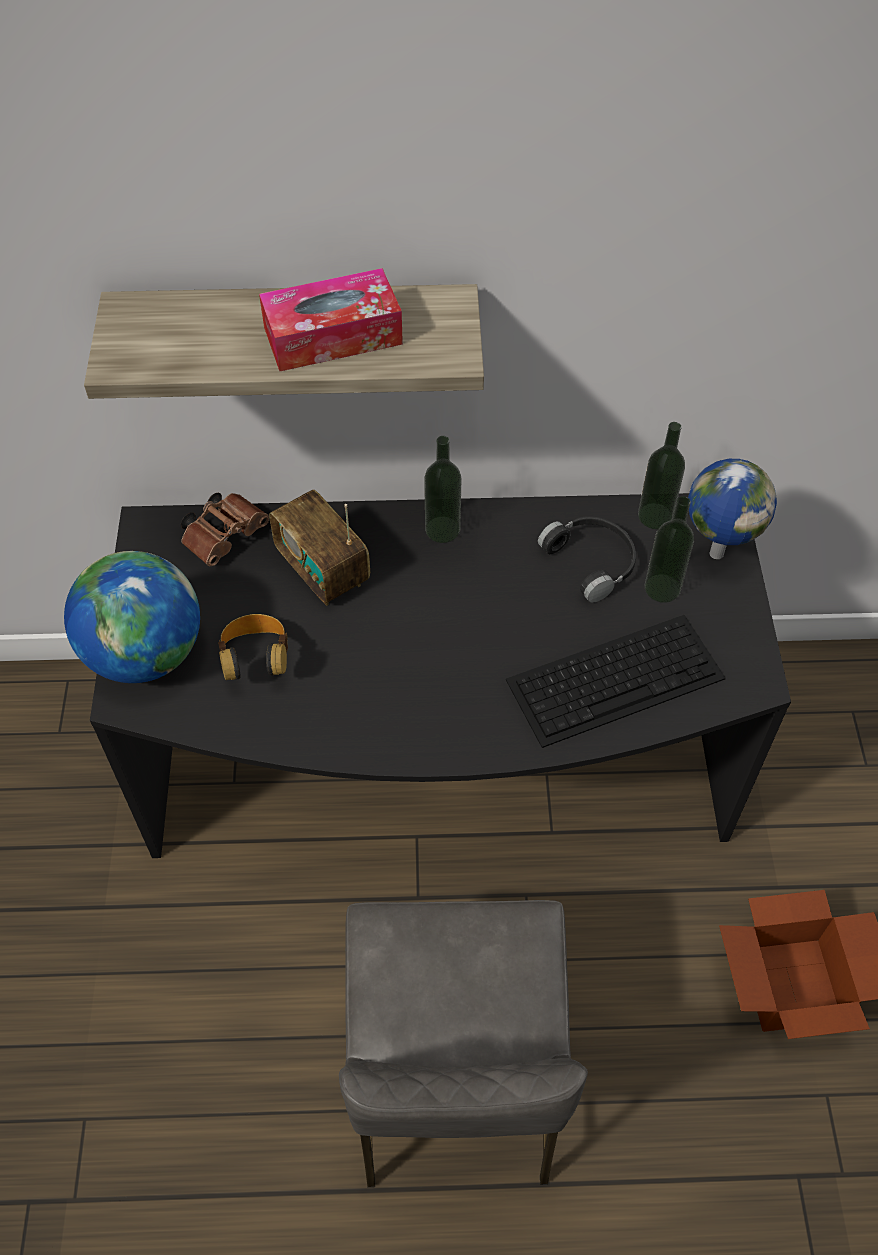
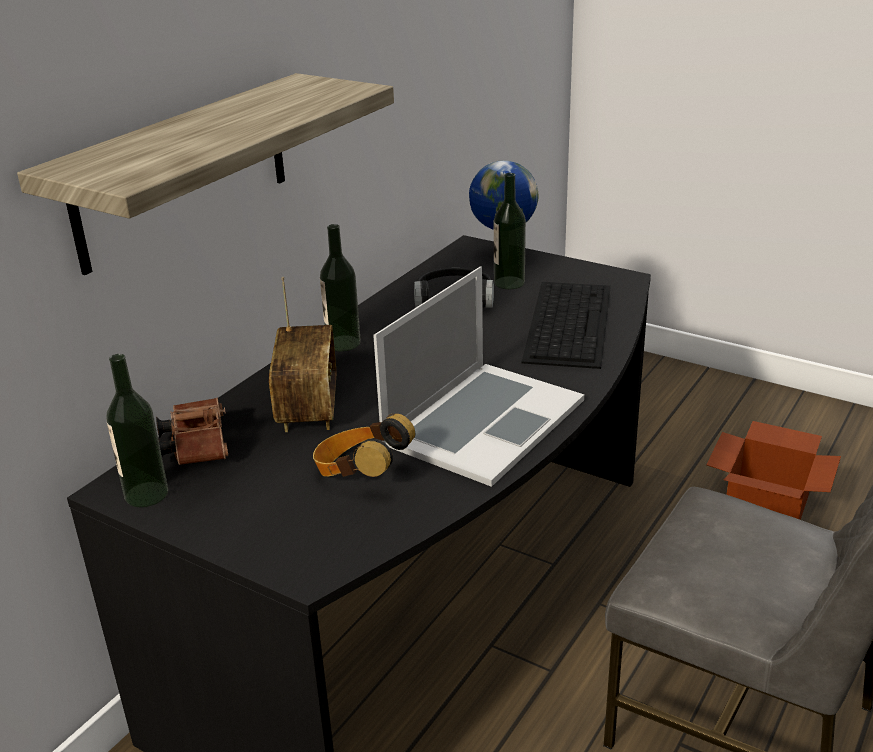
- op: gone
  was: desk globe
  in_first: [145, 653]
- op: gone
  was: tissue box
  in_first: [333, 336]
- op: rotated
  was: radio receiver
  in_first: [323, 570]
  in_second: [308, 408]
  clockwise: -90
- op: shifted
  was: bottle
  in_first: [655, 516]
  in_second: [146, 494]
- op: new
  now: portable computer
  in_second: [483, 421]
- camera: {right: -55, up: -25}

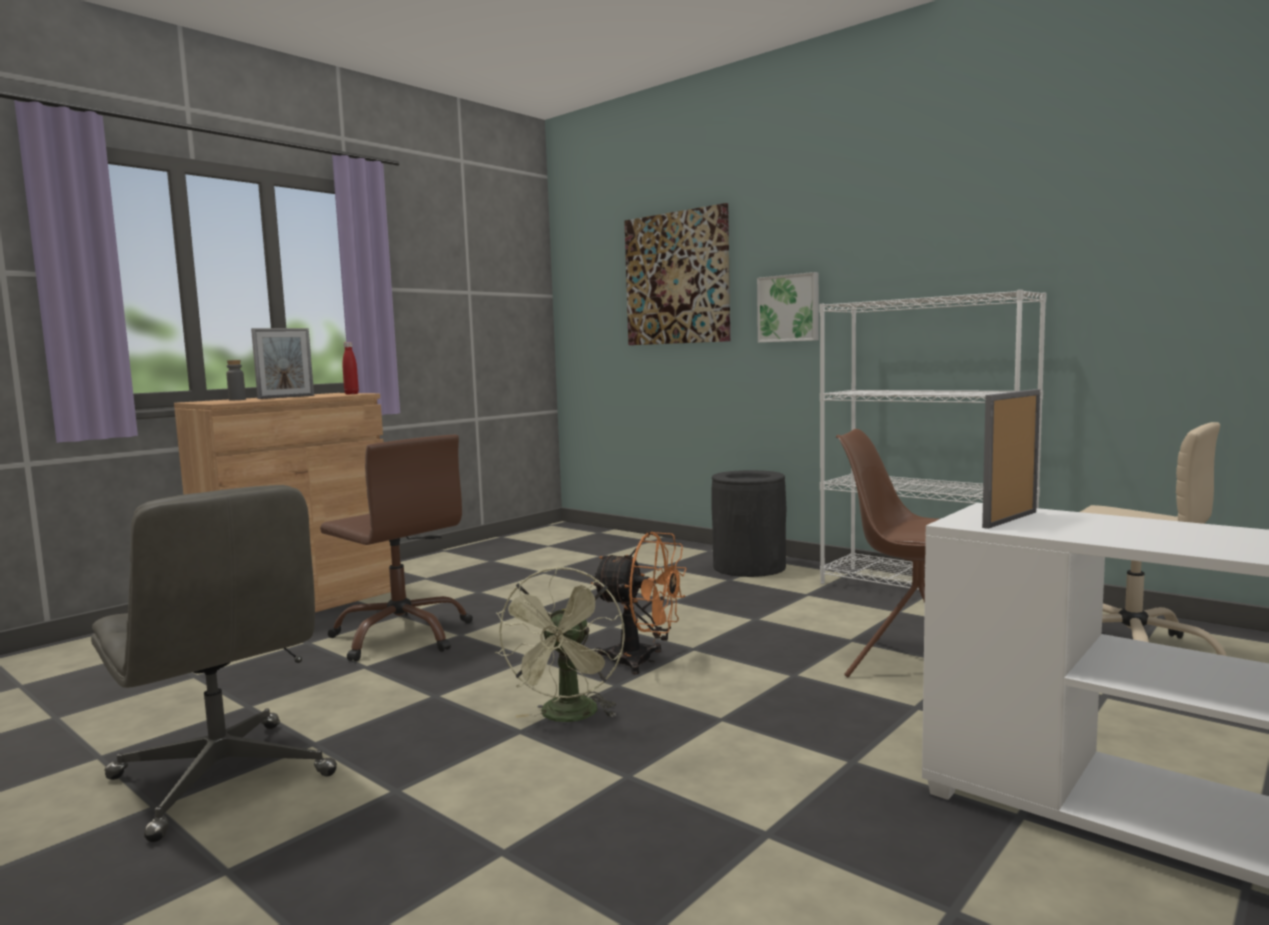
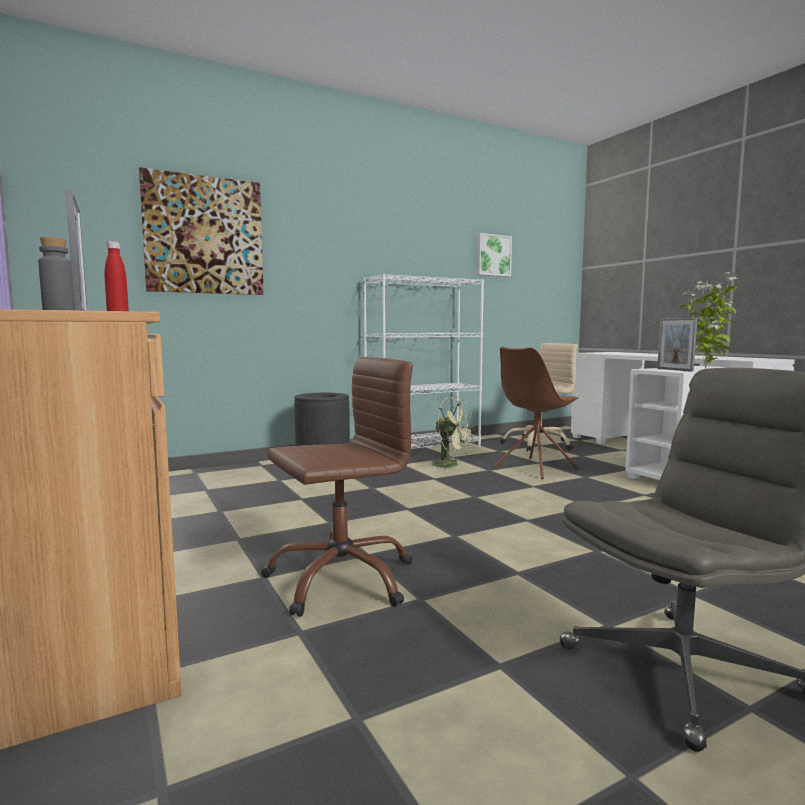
- op: shifted
  was: cooling fan/greenish
  in_first: [568, 717]
  in_second: [451, 465]
- op: gone
  was: cooling fan/orange-coloured
  in_first: [642, 661]
- op: shifted
  was: wall art
  in_first: [789, 308]
  in_second: [492, 255]
- op: new
  now: potted plant
  in_second: [705, 368]
- camera: {right: -70, up: 0}

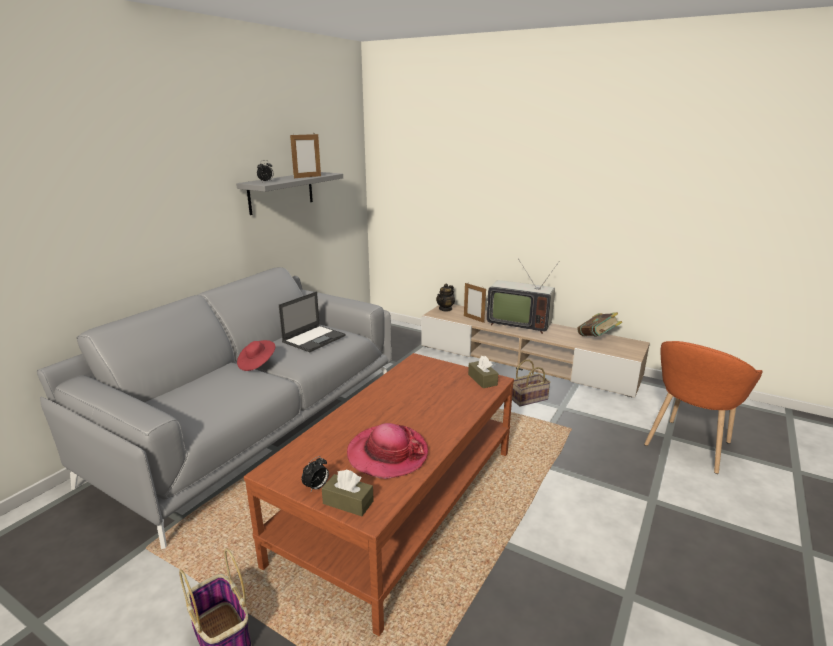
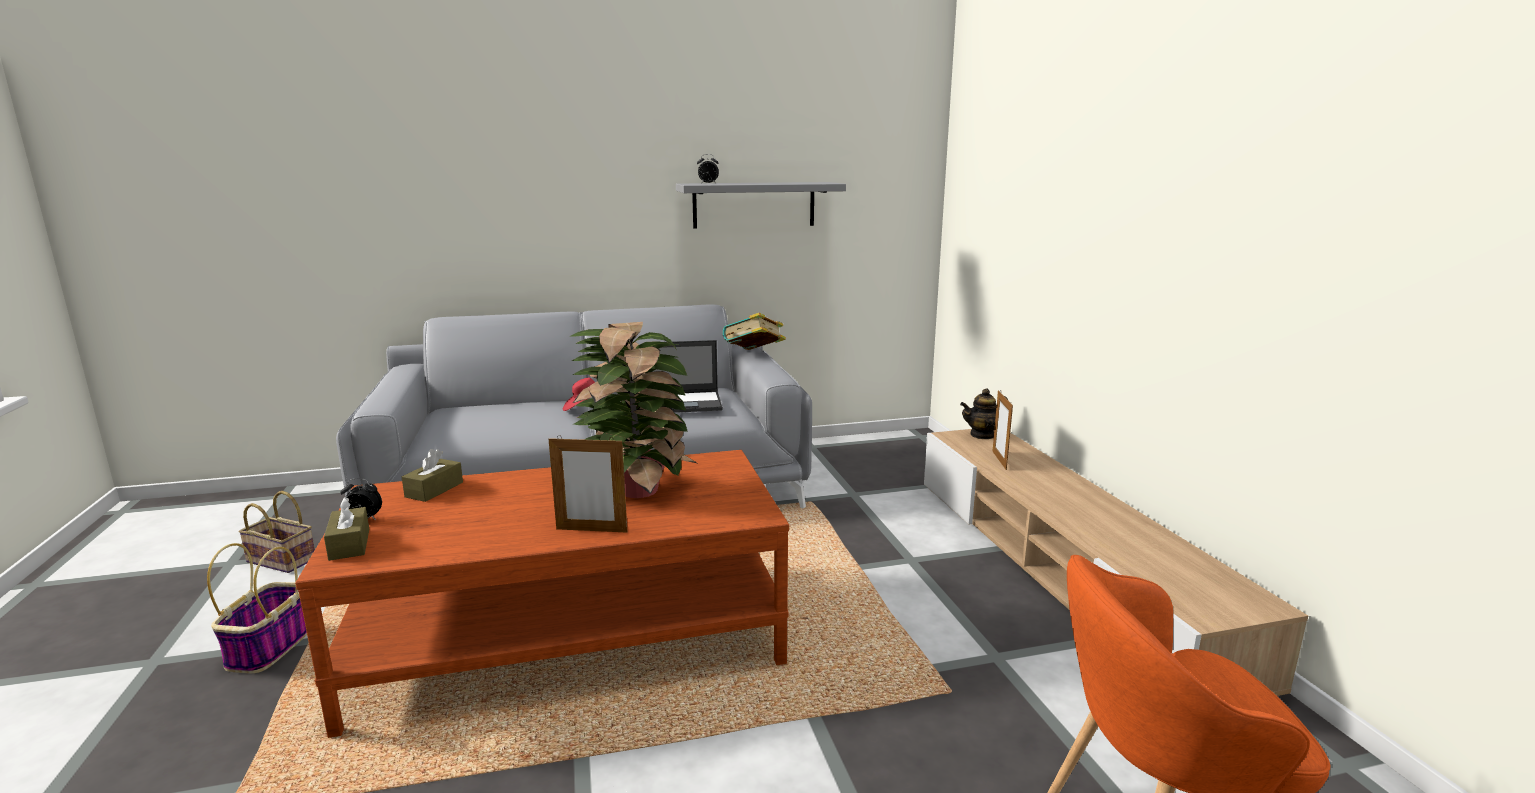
- op: shifted
  was: photo frame
  in_first: [307, 177]
  in_second: [591, 530]
- op: gone
  was: hat
  in_first: [387, 454]
- op: shifted
  was: tissue box/brown
  in_first: [482, 380]
  in_second: [434, 489]
- op: gone
  was: TV
  in_first: [518, 324]
- op: shifted
  was: household basket
  in_first: [529, 398]
  in_second: [284, 560]
- op: shifted
  was: book
  in_first: [597, 338]
  in_second: [754, 355]
- op: new
  now: potted plant
  in_second: [637, 488]
- camera: {right: 45, up: -5}

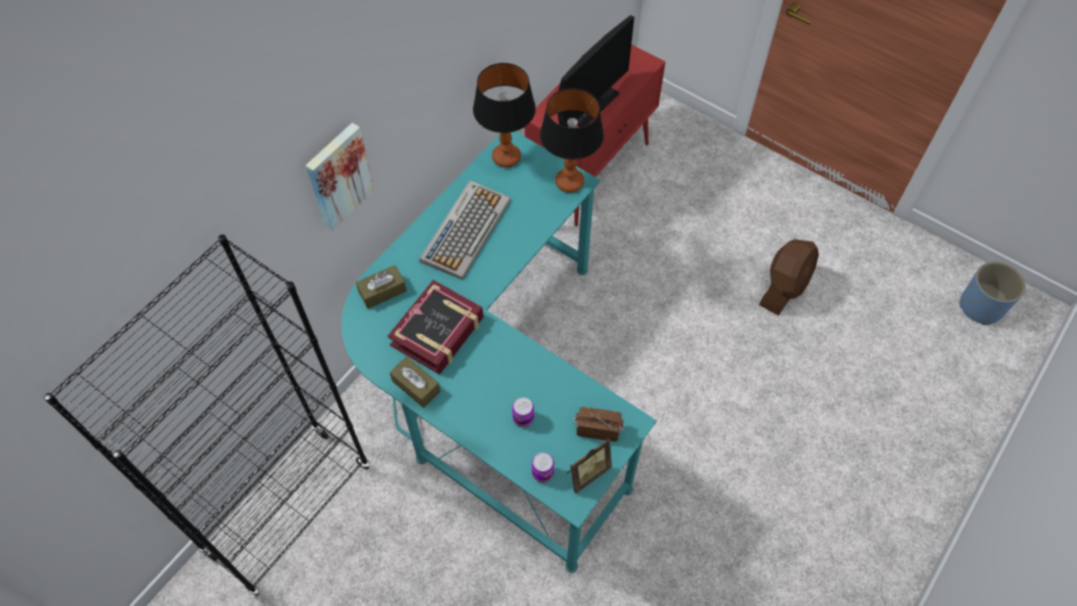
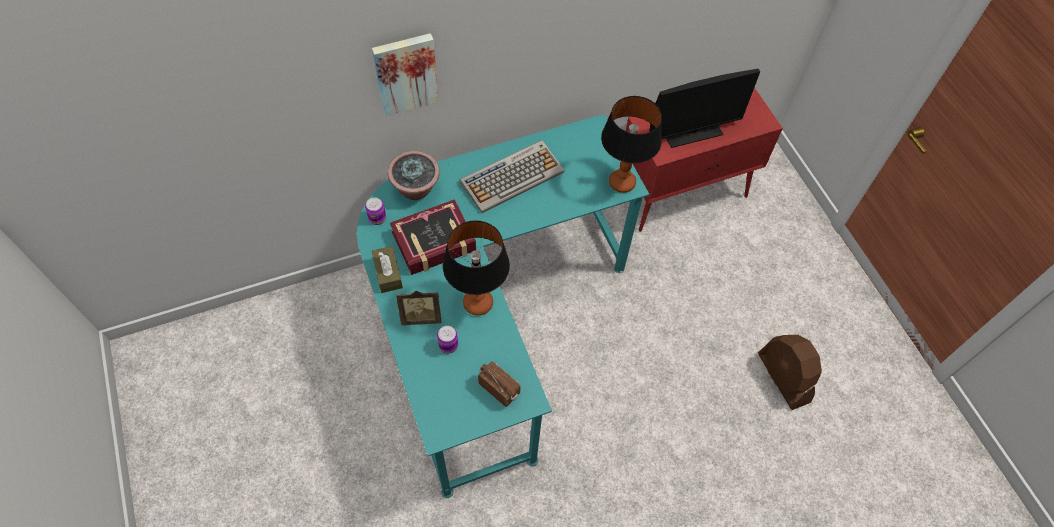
- op: gone
  was: bookcase/blackish
  in_first: [290, 509]
- op: swapped
  was: tissue box/brown
  now: potted plant
  in_first: [382, 291]
  in_second: [416, 189]
- op: shifted
  was: tabletop lamp
  in_first: [506, 157]
  in_second: [478, 303]
- op: shifted
  was: can
  in_first: [542, 473]
  in_second: [377, 218]
- op: shifted
  was: photo frame
  in_first: [586, 473]
  in_second: [421, 316]
- op: rotated
  was: cooling fan/brown
  in_first: [784, 287]
  in_second: [783, 378]
  clockwise: 90
- op: gone
  was: planter/bluish
  in_first: [981, 307]
- camera: {right: 30, up: 0}

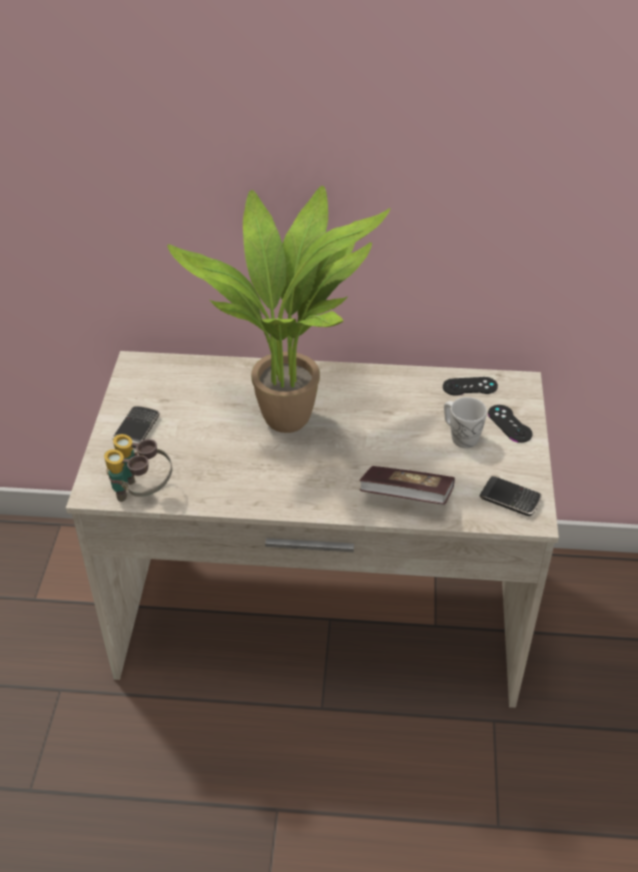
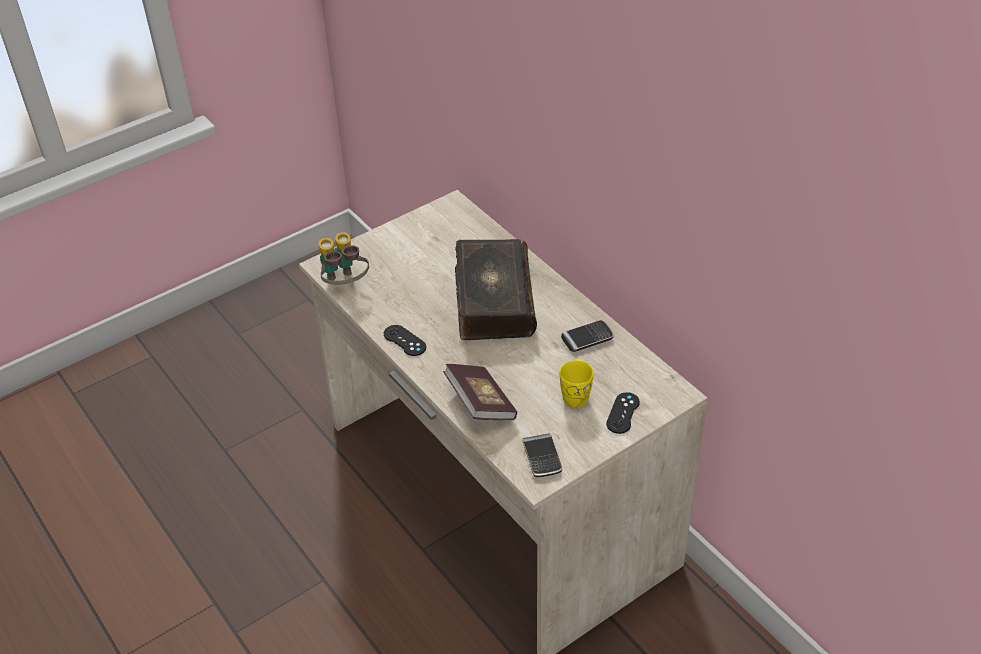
- op: shifted
  was: phone
  in_first: [137, 429]
  in_second: [587, 338]
- op: swapped
  was: potted plant
  now: book
  in_first: [290, 415]
  in_second: [492, 301]
- op: shifted
  was: gamepad/blackish
  in_first: [470, 386]
  in_second: [404, 340]
- op: repainted
  was: coffee mug/white-coloured
  now: coffee mug/yellowish
  in_first: [460, 436]
  in_second: [576, 395]
- camera: {right: 50, up: 0}

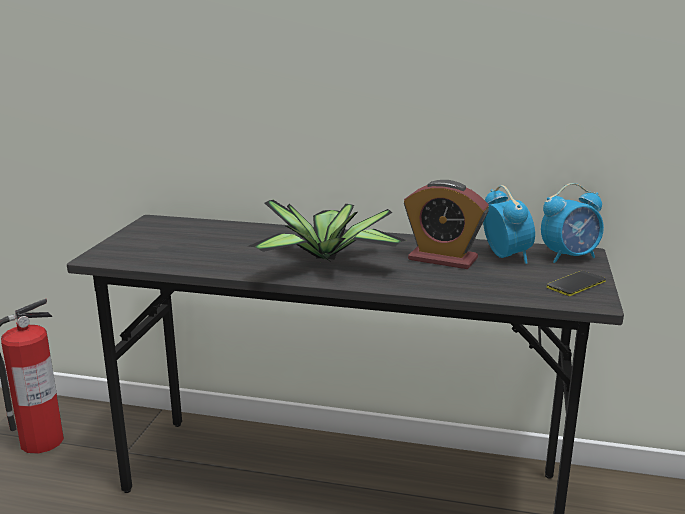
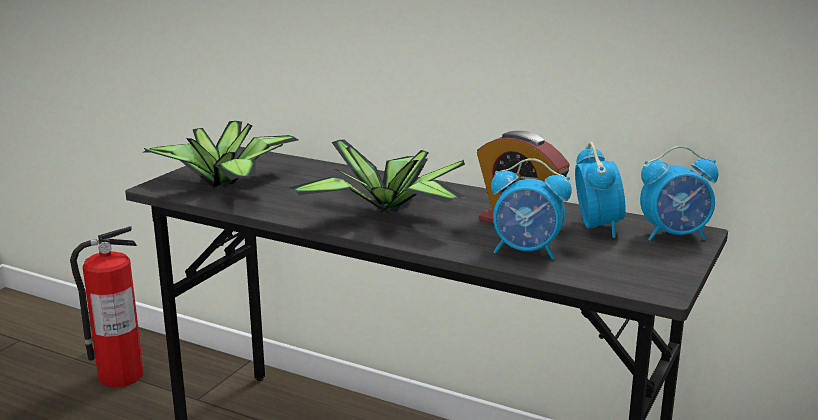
- op: gone
  was: phone
  in_first: [576, 284]
- op: new
  now: potted plant
  in_second: [225, 184]
- op: new
  now: alarm clock
  in_second: [527, 252]
- camera: {right: 15, up: 0}

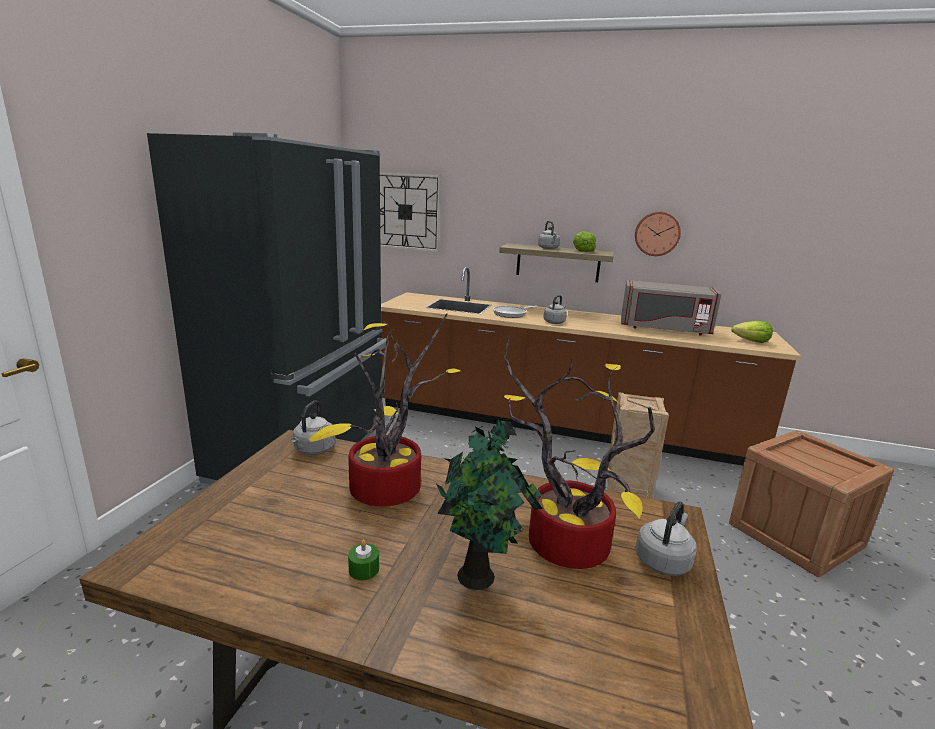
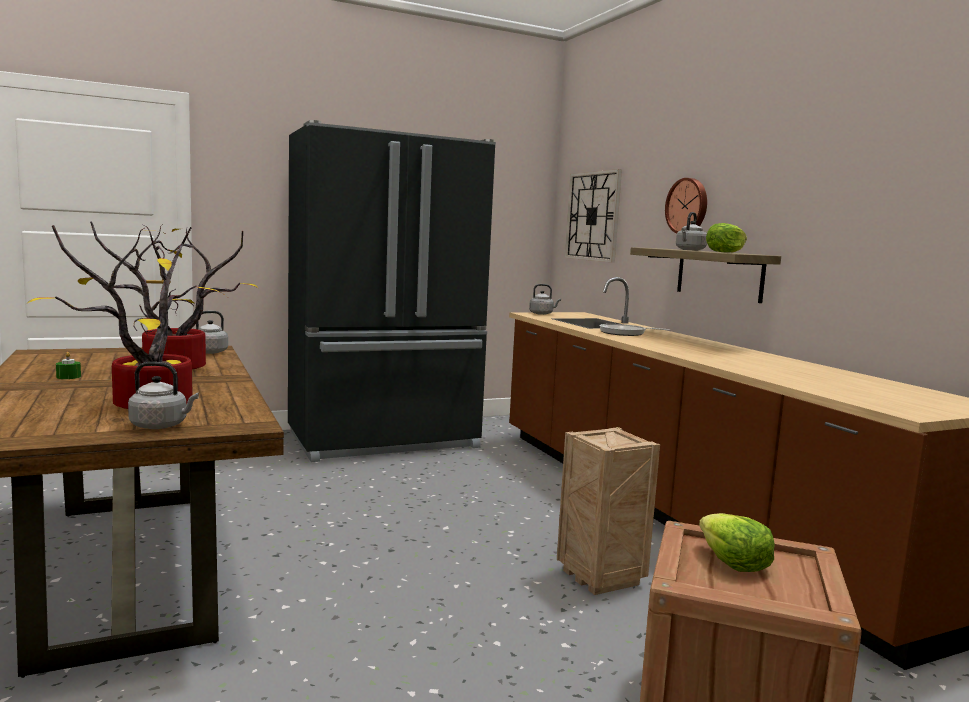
- op: gone
  was: potted plant
  in_first: [479, 577]
- op: shifted
  was: kettle/greyish
  in_first: [555, 322]
  in_second: [542, 314]
- op: gone
  was: kitchen microwave/greyish
  in_first: [664, 329]
- op: shifted
  was: wall clock
  in_first: [657, 233]
  in_second: [688, 206]
- op: shifted
  was: lettuce head
  in_first: [751, 341]
  in_second: [733, 563]
- camera: {right: 50, up: -10}

